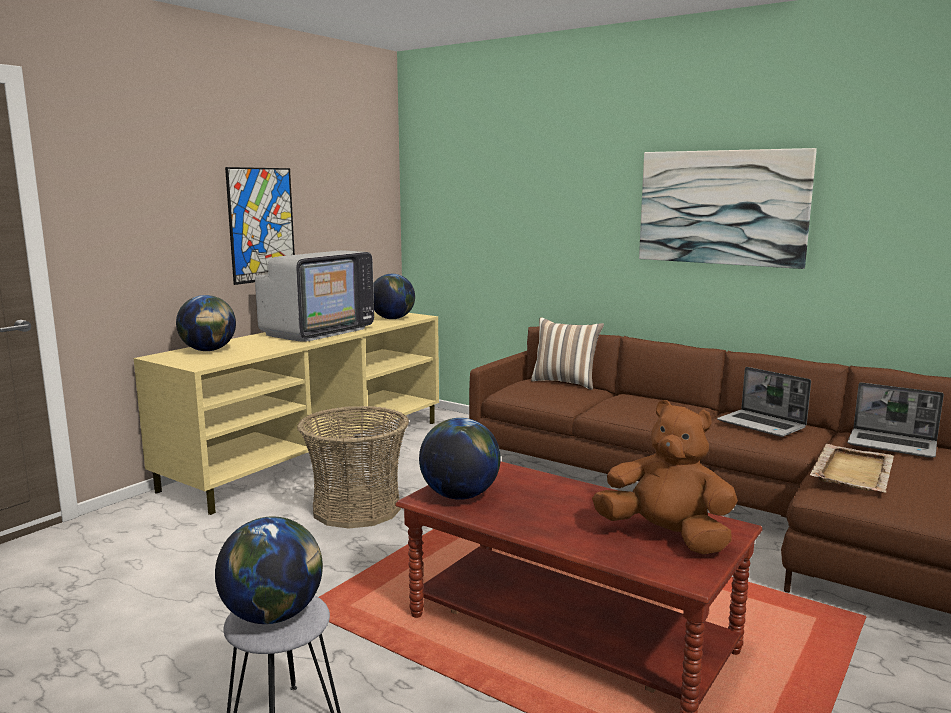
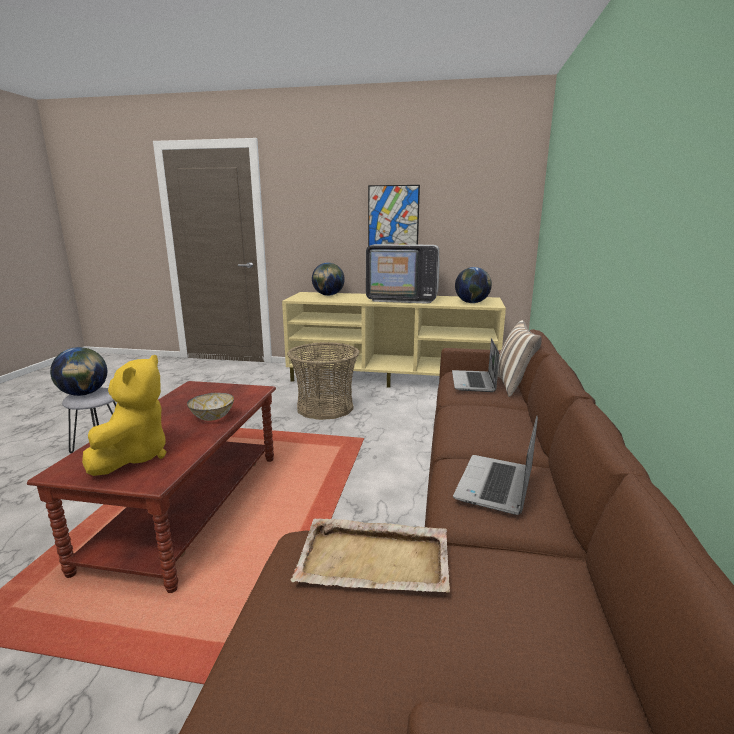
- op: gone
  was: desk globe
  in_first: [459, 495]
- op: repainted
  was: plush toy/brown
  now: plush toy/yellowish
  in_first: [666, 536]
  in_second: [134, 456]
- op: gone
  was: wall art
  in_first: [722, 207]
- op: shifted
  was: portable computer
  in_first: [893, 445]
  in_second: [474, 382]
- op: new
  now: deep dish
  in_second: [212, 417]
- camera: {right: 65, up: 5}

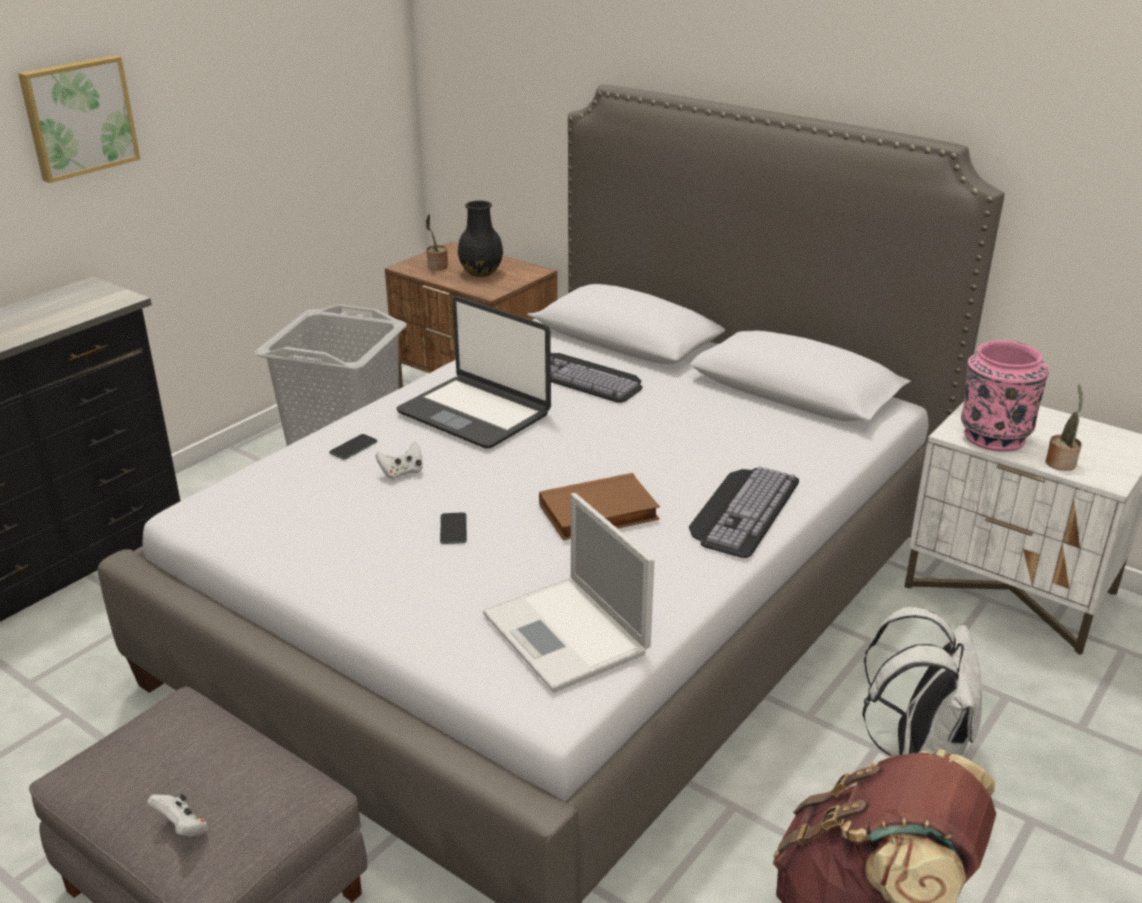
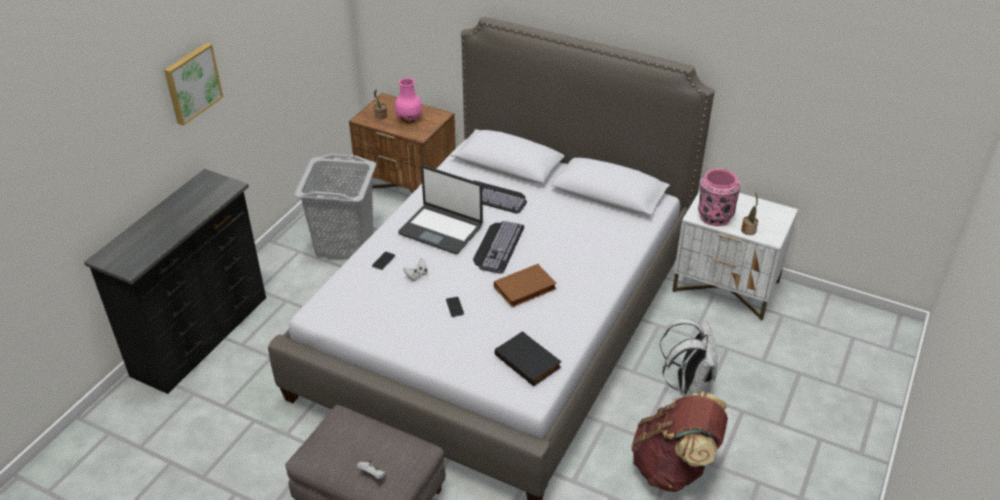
- op: repainted
  was: vase/blackish
  now: vase/pink-coloured
  in_first: [480, 272]
  in_second: [408, 119]
- op: swapped
  was: portable computer
  now: book/blackish
  in_first: [567, 635]
  in_second: [529, 361]
- op: shifted
  was: keyboard
  in_first: [741, 508]
  in_second: [497, 245]
- camera: {right: -10, up: 10}

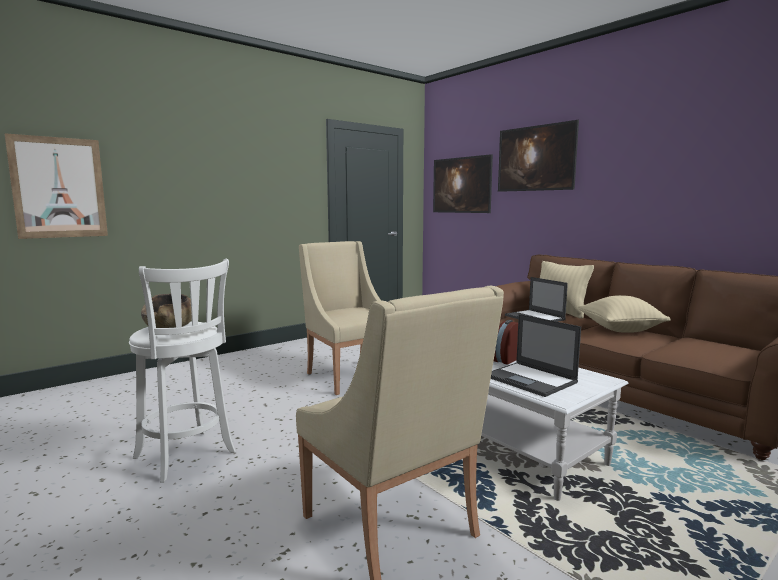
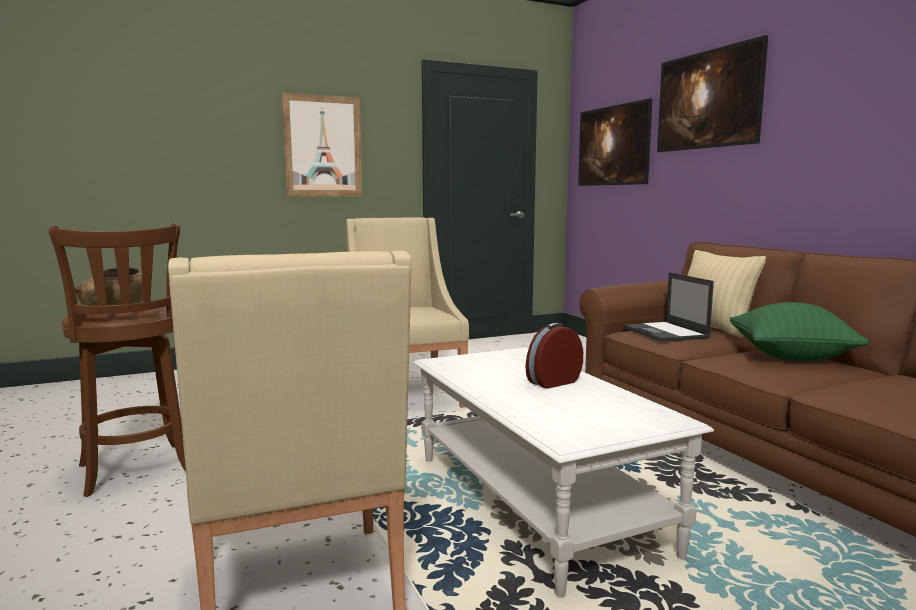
- op: shifted
  was: wall art
  in_first: [59, 188]
  in_second: [323, 146]
- op: repainted
  was: stool/white-coloured
  now: stool/brown
  in_first: [187, 457]
  in_second: [136, 471]
- op: gone
  was: portable computer
  in_first: [531, 380]
- op: repainted
  was: cushion/beige-coloured
  now: cushion/greenish
  in_first: [620, 330]
  in_second: [790, 357]
- camera: {right: 15, up: 0}

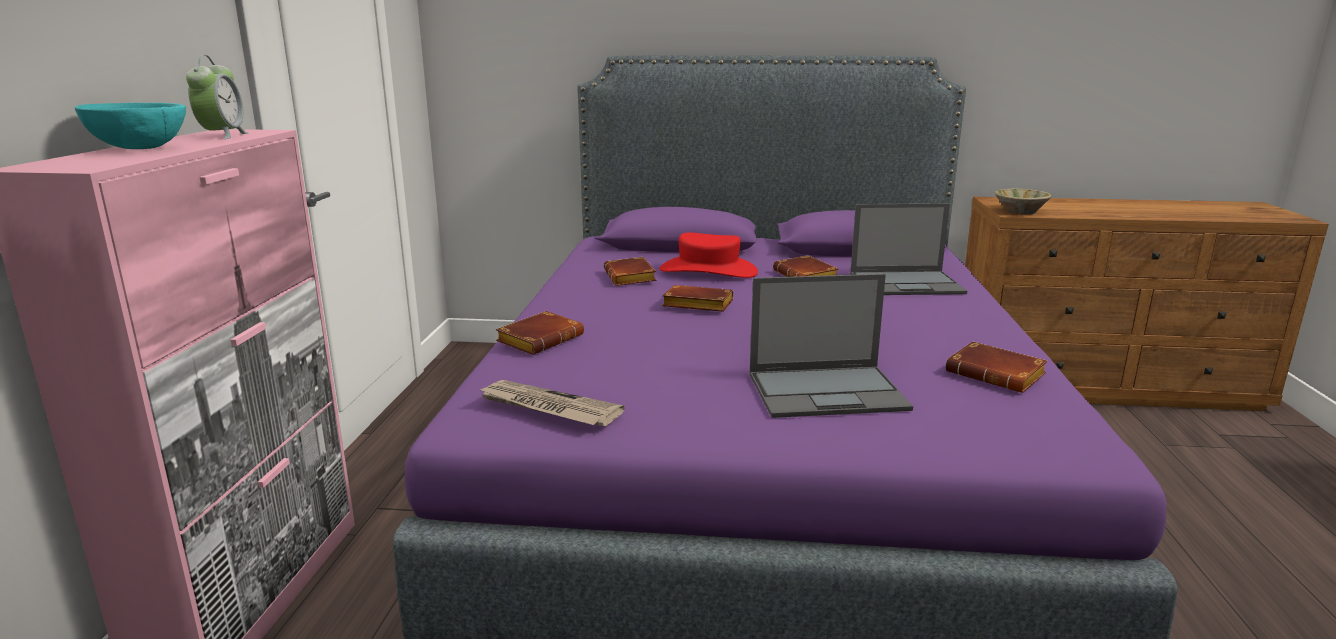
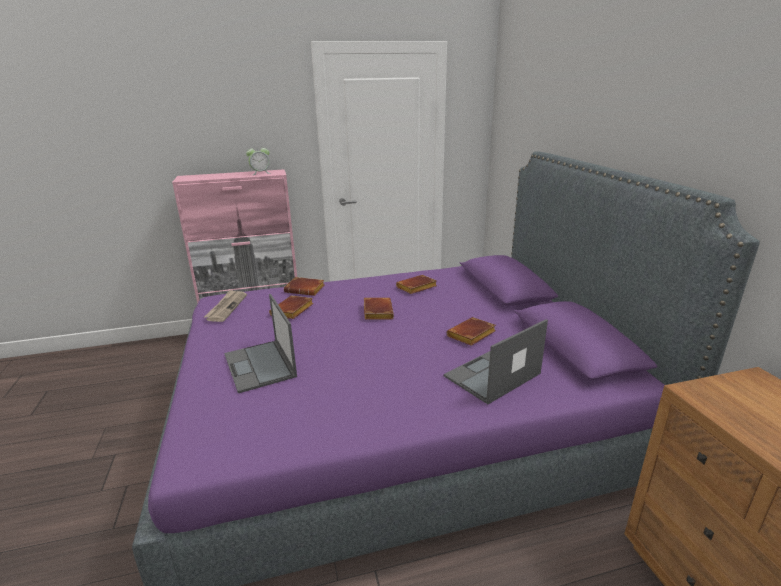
- op: gone
  was: deep dish/blue-green
  in_first: [140, 148]
- op: gone
  was: hat/red-coloured
  in_first: [708, 270]
- op: rotated
  was: portable computer
  in_first: [907, 283]
  in_second: [491, 376]
  clockwise: 75
- op: shifted
  was: book/brown
  in_first: [998, 375]
  in_second: [292, 311]
- op: gone
  was: deep dish/beige-coloured
  in_first: [1020, 211]
- camera: {right: 70, up: 5}

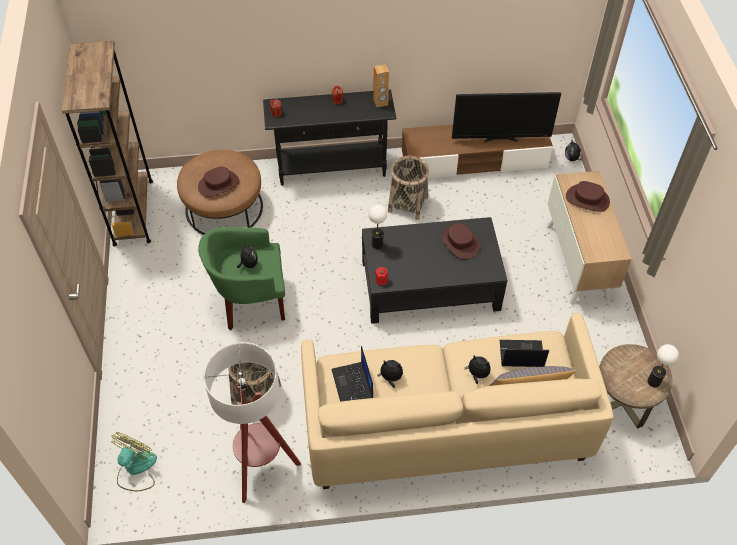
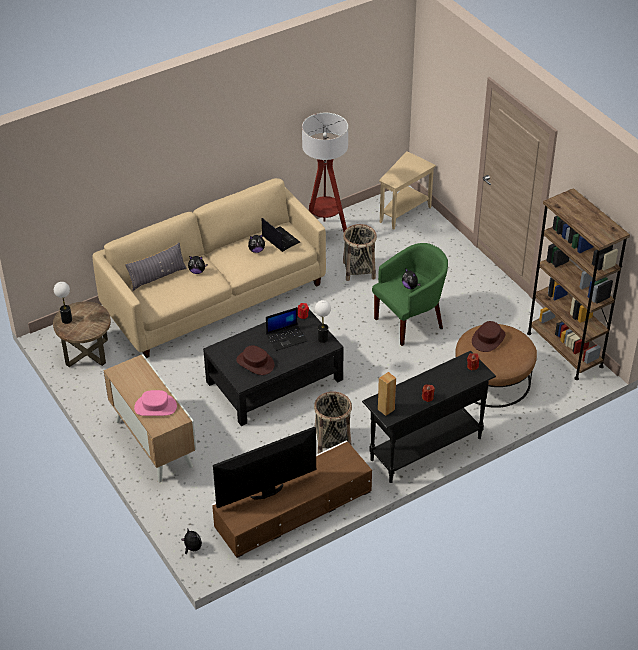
- op: swapped
  was: cooling fan
  now: side table/beige-coloured
  in_first: [136, 469]
  in_second: [404, 212]
- op: shifted
  was: portable computer
  in_first: [521, 354]
  in_second: [287, 337]
- op: repainted
  was: hat/brown
  now: hat/pink-coloured
  in_first: [587, 199]
  in_second: [155, 407]
- camera: {right: 155, up: -10}

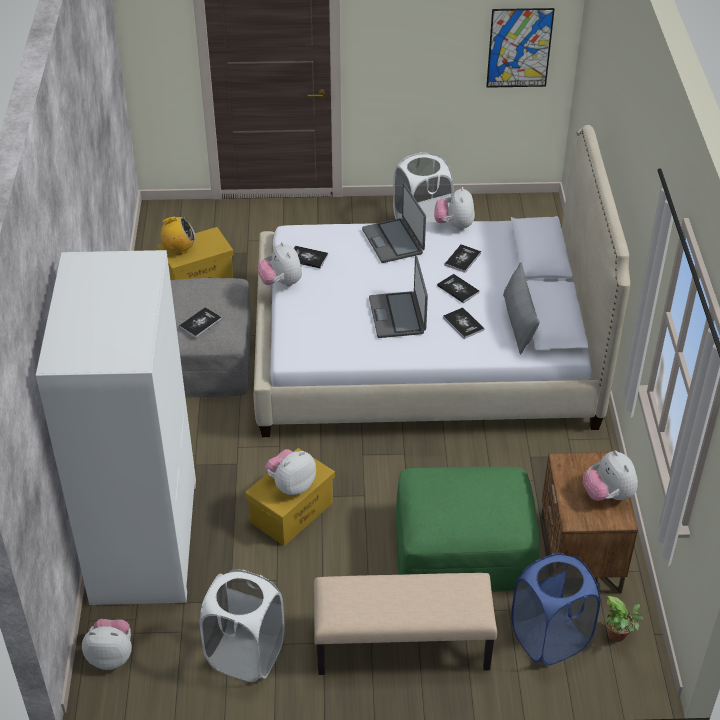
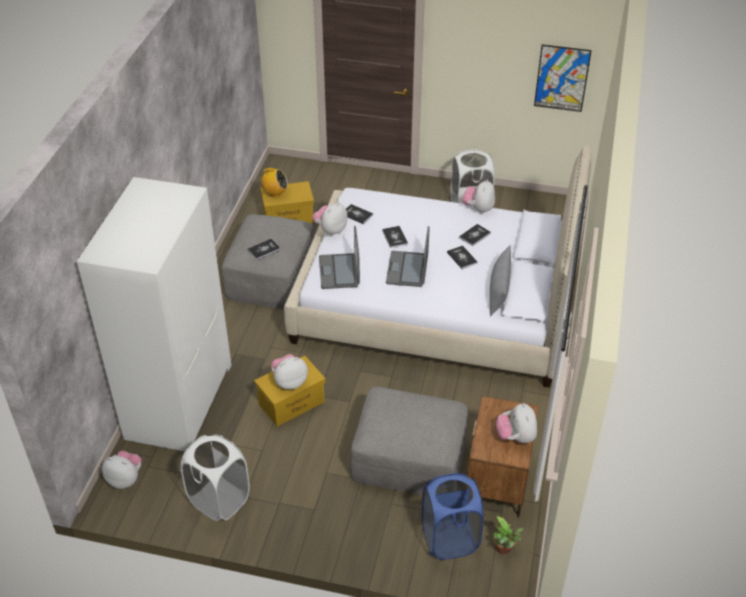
- op: rotated
  was: plush toy
  in_first: [281, 283]
  in_second: [330, 230]
  clockwise: 45
- op: gone
  was: long seat/beige-coloured
  in_first: [401, 647]
- op: shifted
  was: portable computer
  in_first: [393, 241]
  in_second: [339, 272]
- op: repainted
  was: pouffe/greenish
  now: pouffe/greyish
  in_first: [464, 549]
  in_second: [409, 457]
- op: shifted
  was: book
  in_first: [463, 324]
  in_second: [394, 237]
- camera: {right: 15, up: 0}

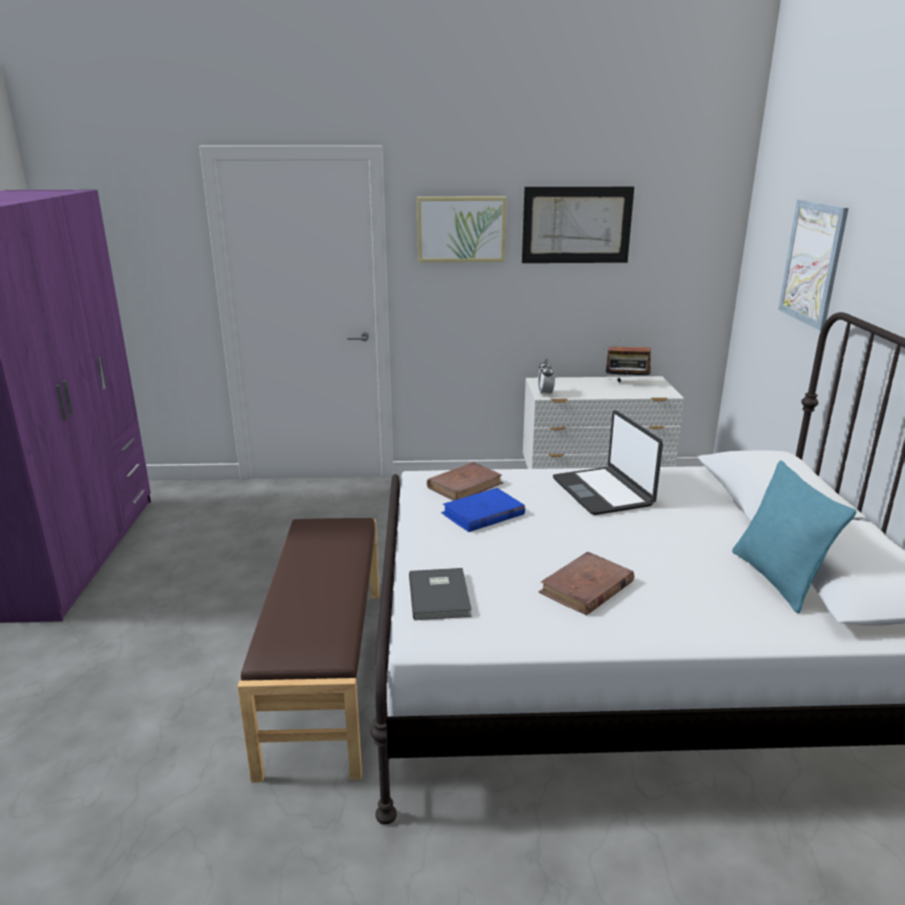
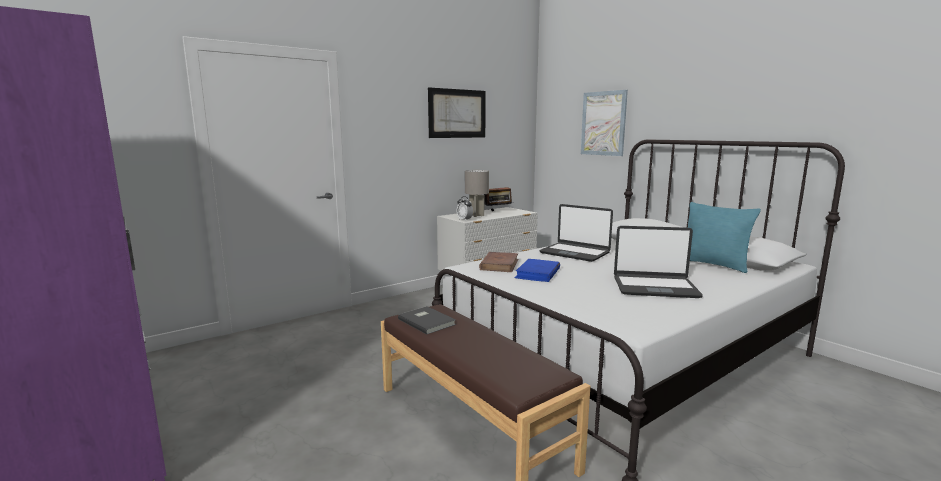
- op: shifted
  was: book/greyish
  in_first: [441, 595]
  in_second: [427, 321]
- op: gone
  was: wall art
  in_first: [461, 229]
- op: swapped
  was: book/brown
  now: portable computer
  in_first: [586, 588]
  in_second: [654, 287]
- op: new
  now: tabletop lamp/greyish
  in_second: [476, 215]
- camera: {right: -35, up: -10}

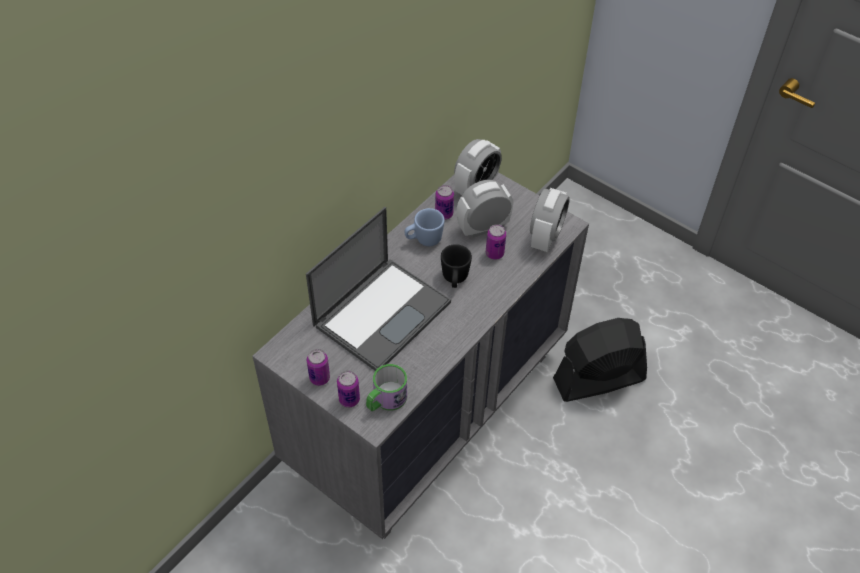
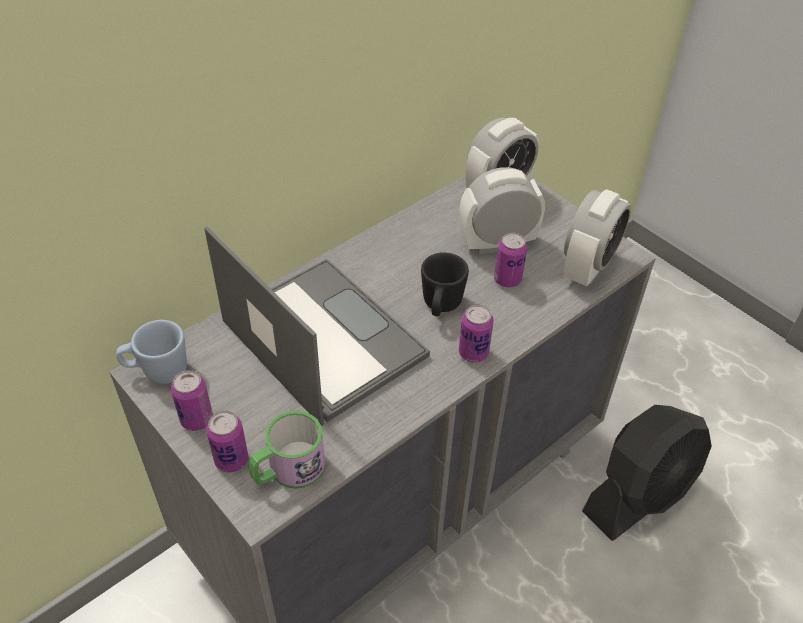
- op: rotated
  was: portable computer
  in_first: [382, 312]
  in_second: [321, 337]
  clockwise: -90
- op: shifted
  was: coffee mug/bluish
  in_first: [424, 240]
  in_second: [157, 371]
- op: shifted
  was: can
  in_first: [444, 214]
  in_second: [473, 353]
- op: rotated
  was: cooling fan/blackish
  in_first: [598, 379]
  in_second: [639, 494]
  clockwise: 150
- camera: {right: 10, up: -5}

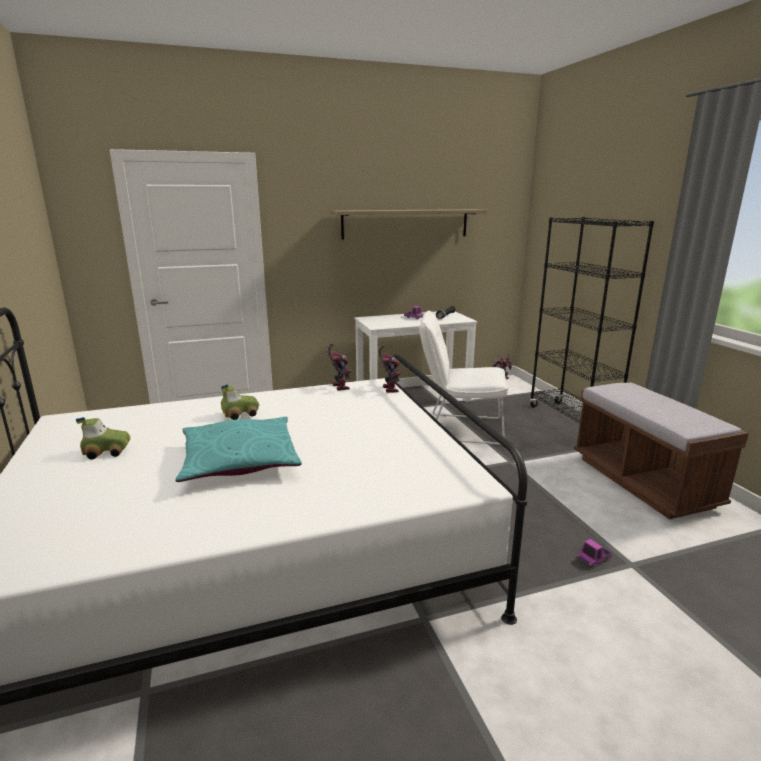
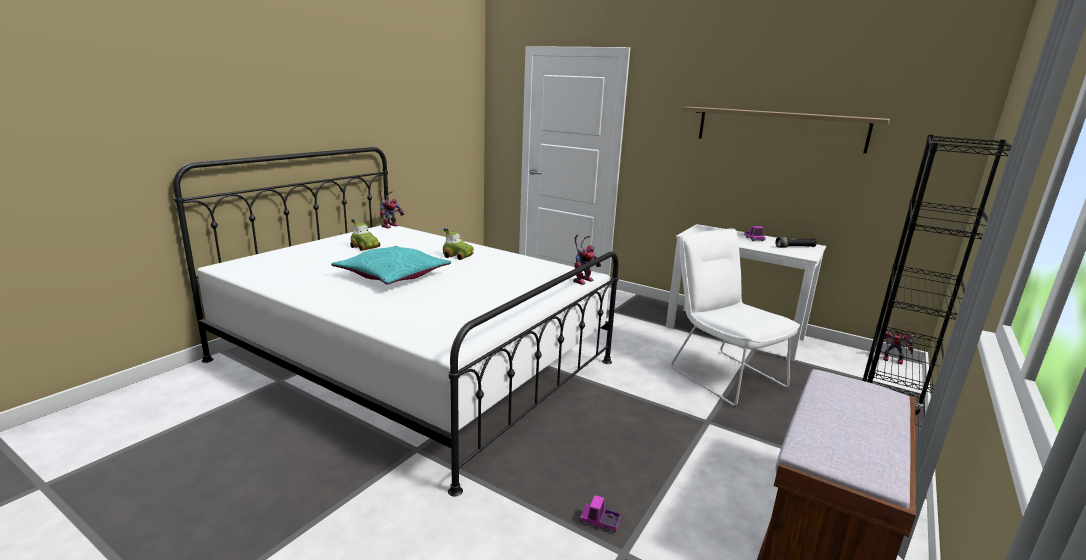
- op: shifted
  was: toy robot
  in_first: [338, 386]
  in_second: [390, 226]
- camera: {right: 50, up: 0}

